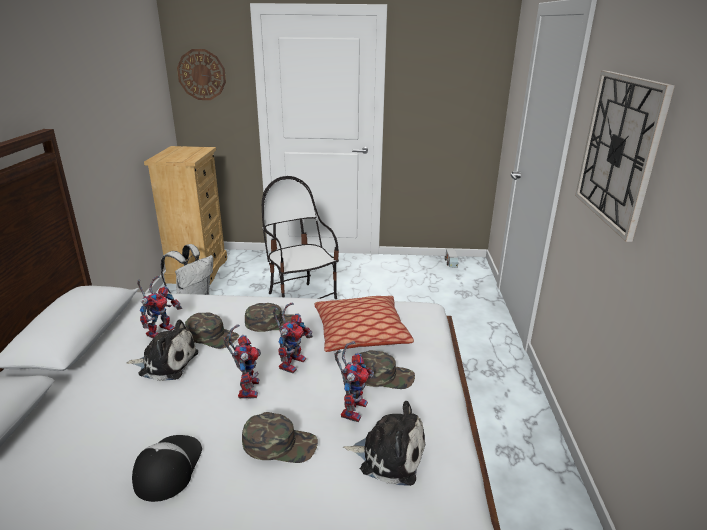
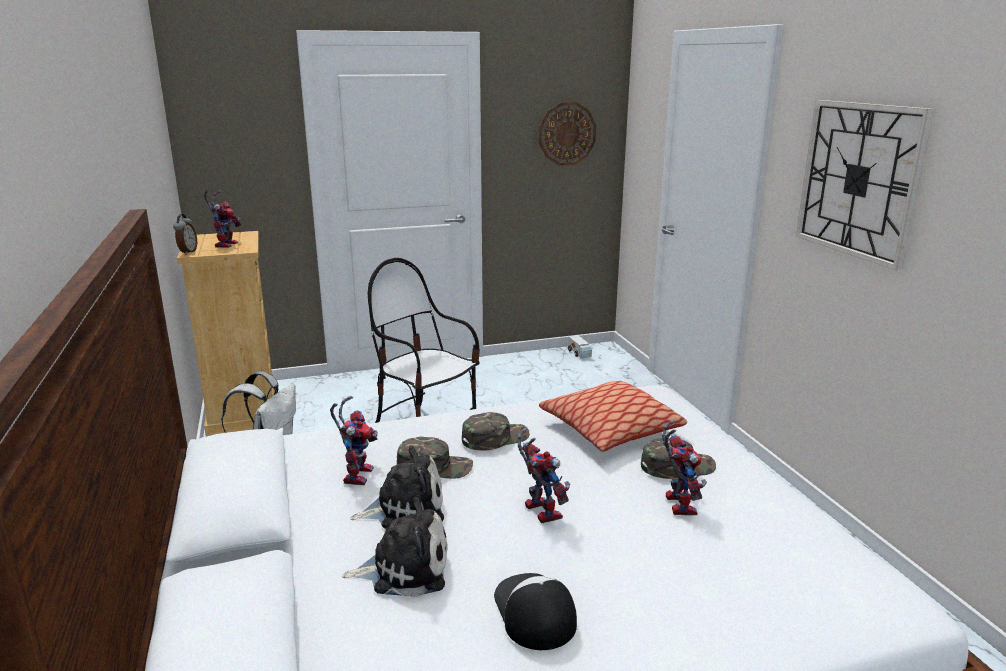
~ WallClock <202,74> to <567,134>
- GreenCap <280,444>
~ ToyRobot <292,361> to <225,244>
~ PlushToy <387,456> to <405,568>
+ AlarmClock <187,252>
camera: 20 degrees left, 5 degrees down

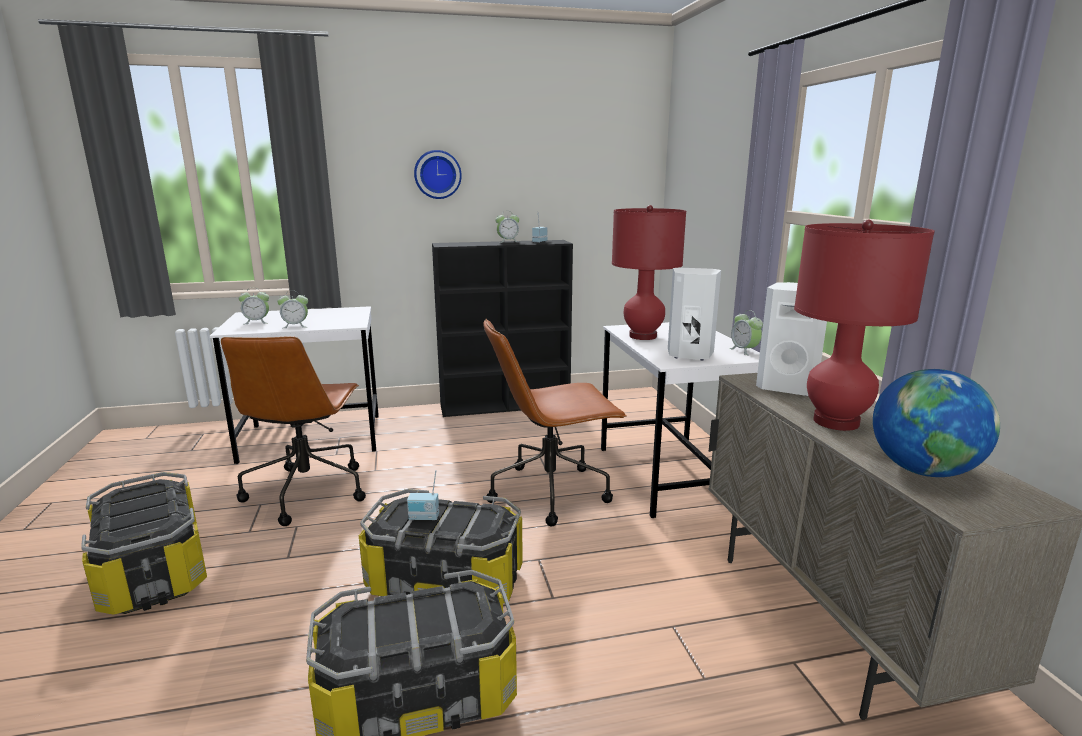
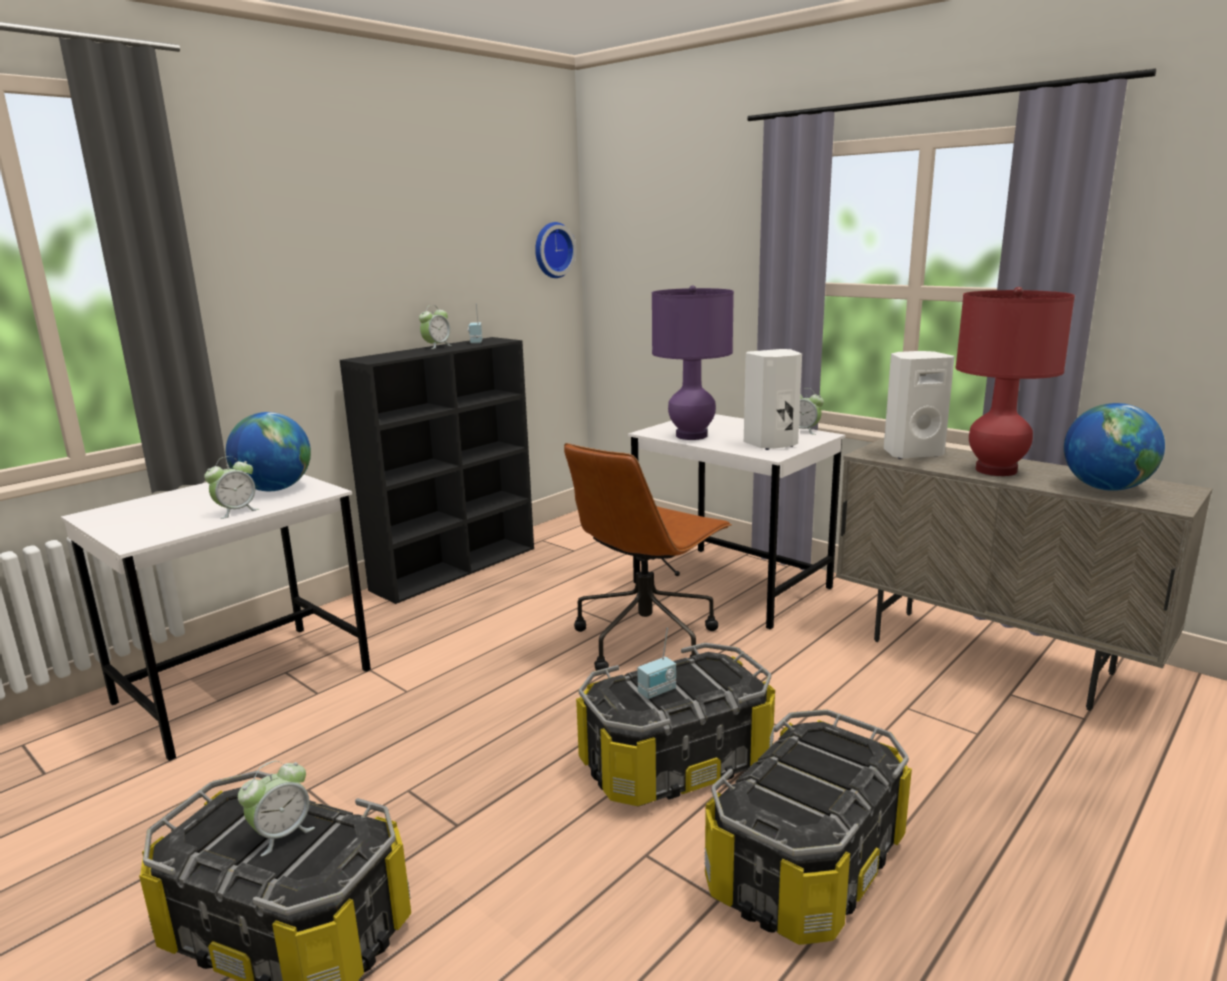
- BrownOfficeChair <307,491>
~ AlarmClock <257,322> to <282,834>
~ WallClock <437,174> to <552,250>
~ RedTableLamp <642,336> to PurpleTableLamp <691,436>
+ Globe <274,489>
camera: 35 degrees left, 0 degrees up

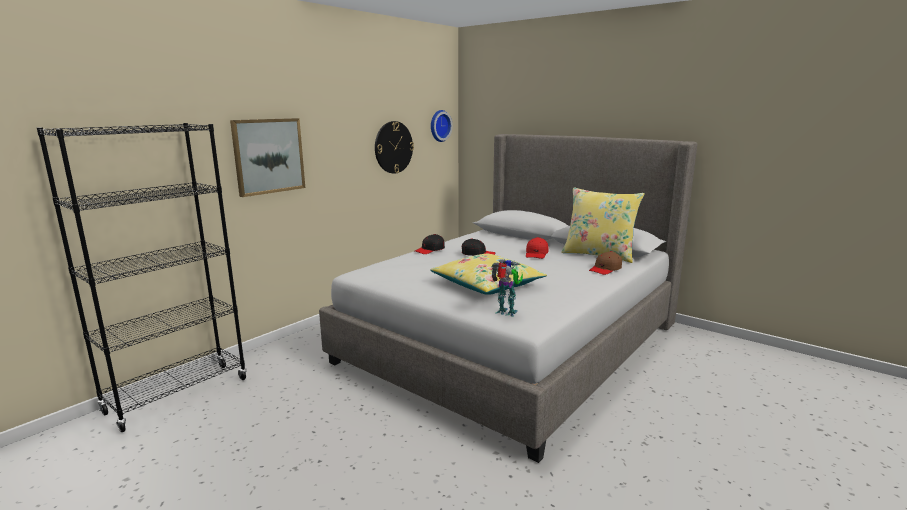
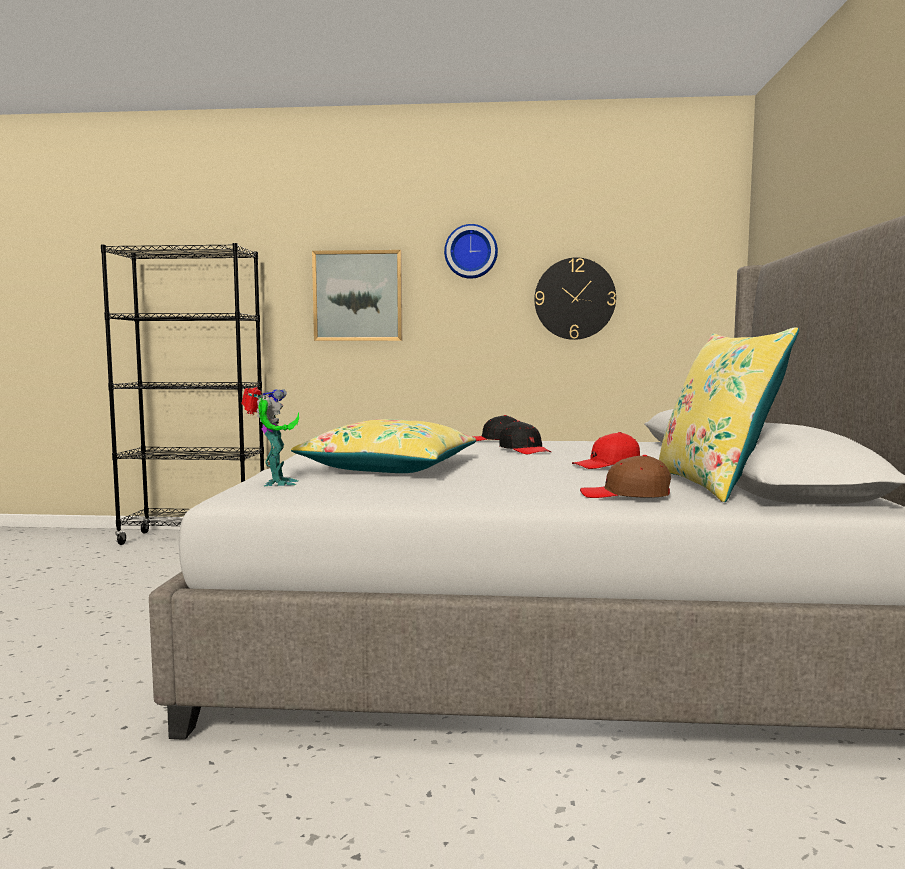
~ WallClock <439,126> to <471,252>
camera: 55 degrees right, 10 degrees down

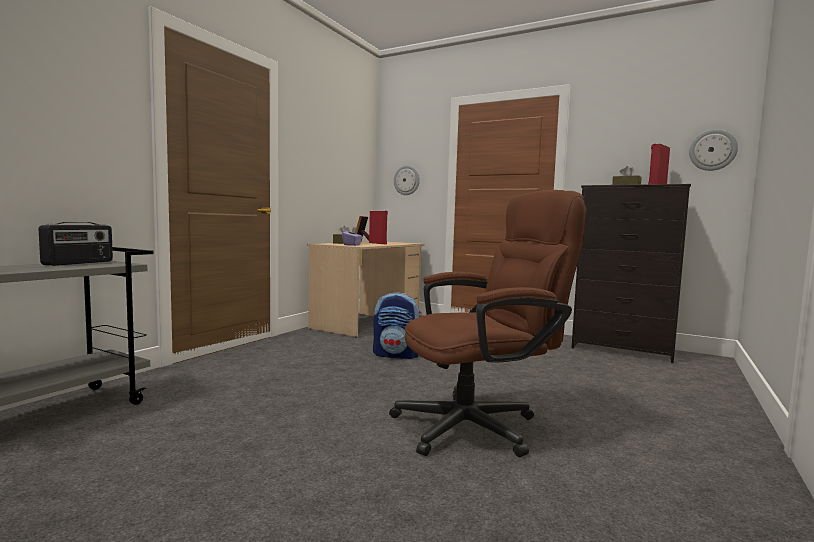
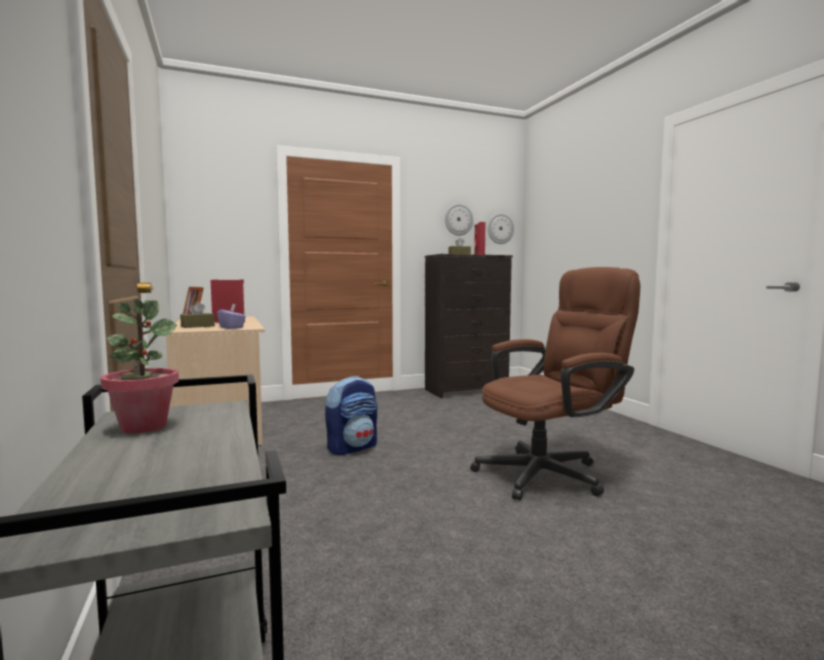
~ Radio <79,263> to PottedPlant <144,426>
~ BrownOfficeChair <479,425> = <550,473> 45 degrees clockwise
~ WallClock <407,180> to <458,219>
camera: 50 degrees left, 0 degrees up

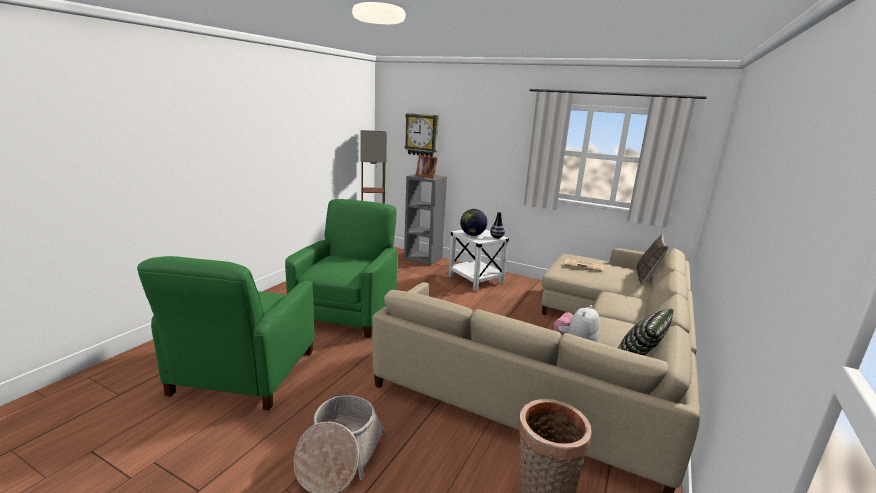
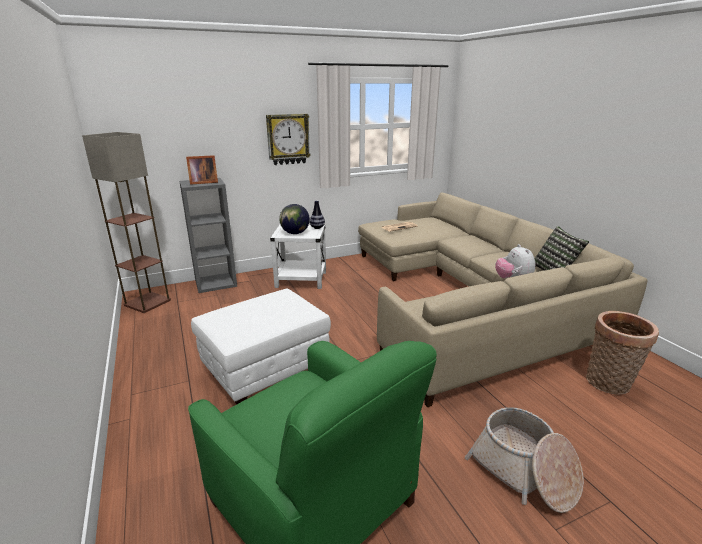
~ GreenArmchair <347,312> to WhiteOttoman <266,372>
~ WallClock <422,135> to <288,139>
- Pillow <647,278>
camera: 50 degrees left, 5 degrees up

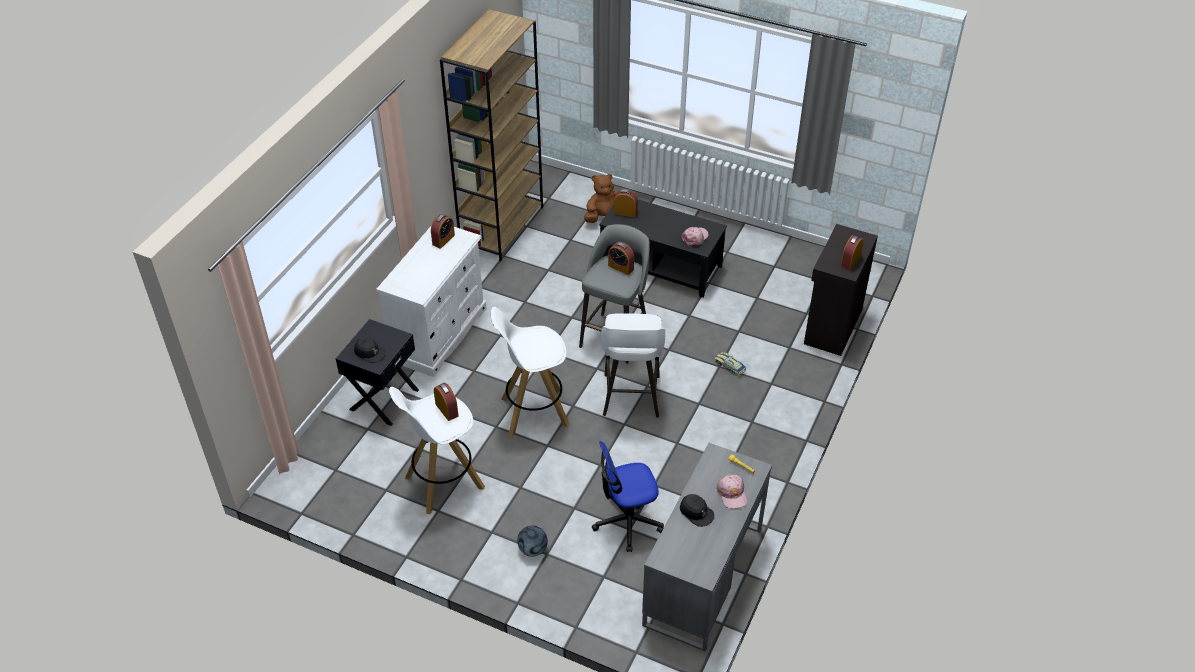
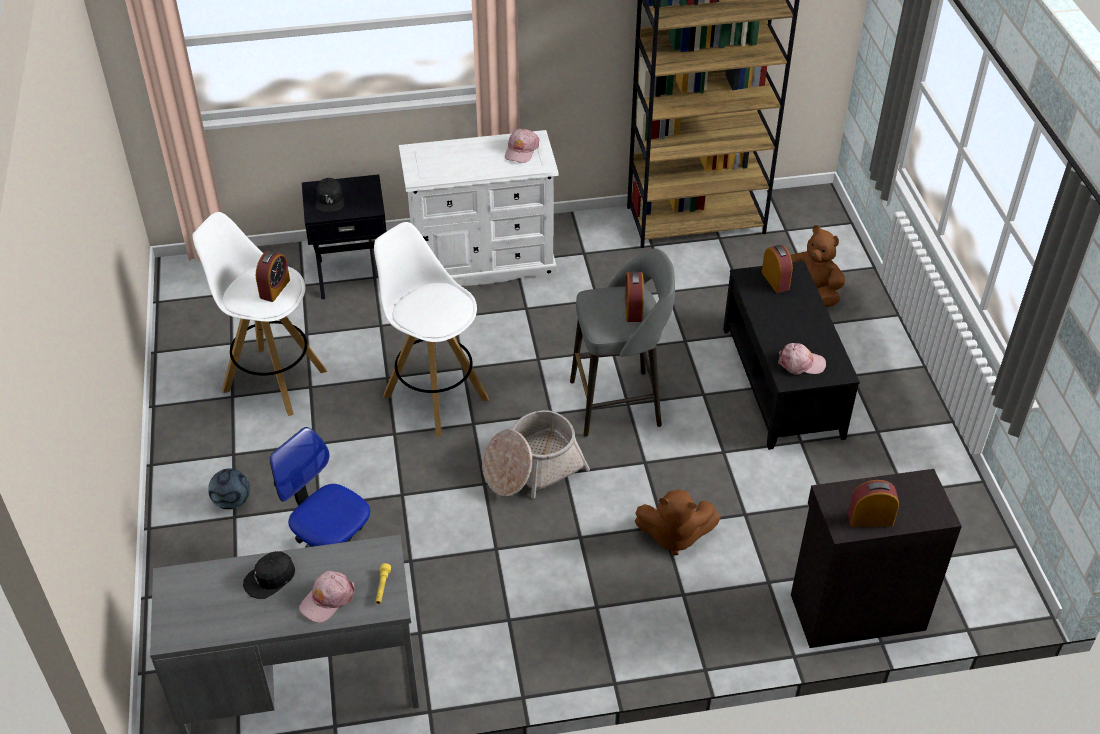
~ AlarmClock <443,240> to PinkCap <521,150>
~ WhiteStool <631,397> to Basket <532,468>
~ BlackCap <696,512> = <270,578> 45 degrees clockwise
~ ToyCar <730,366> to BrownPlushToy <674,536>
camera: 55 degrees right, 0 degrees up

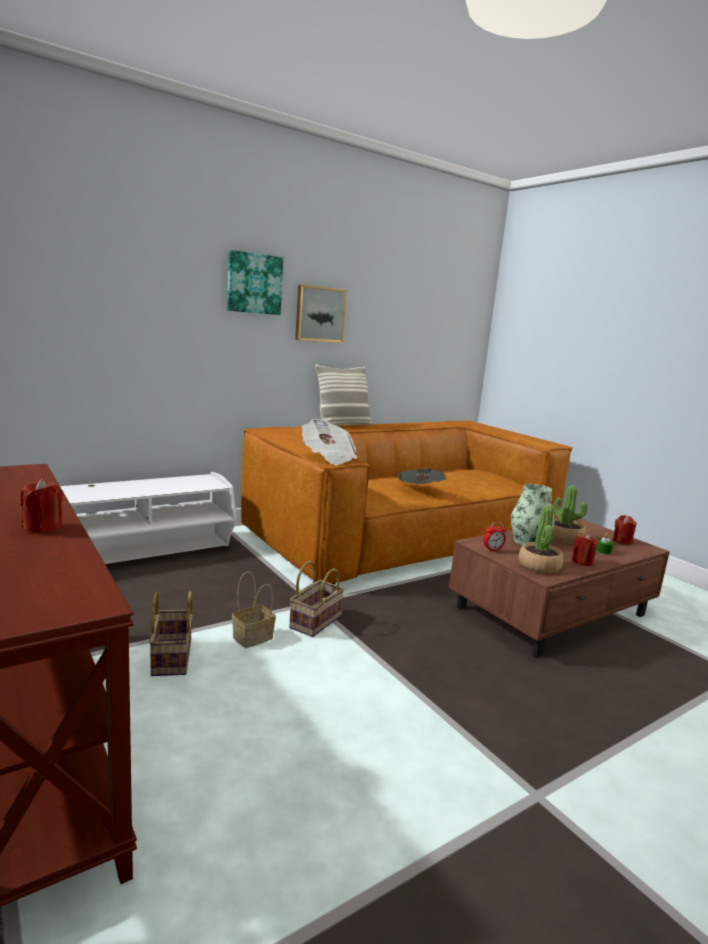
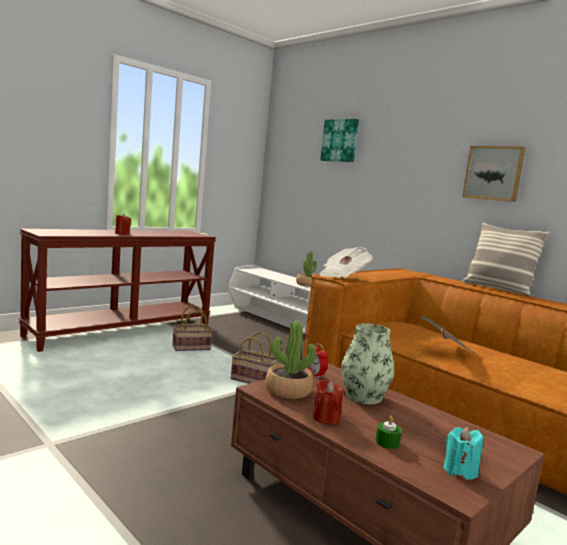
~ Picture <254,283> to <340,140>
- Basket <252,638>
~ PottedPlant <564,538> to <307,284>
~ RedCandle <622,541> to TurquoiseCandle <459,471>
camera: 80 degrees right, 5 degrees down

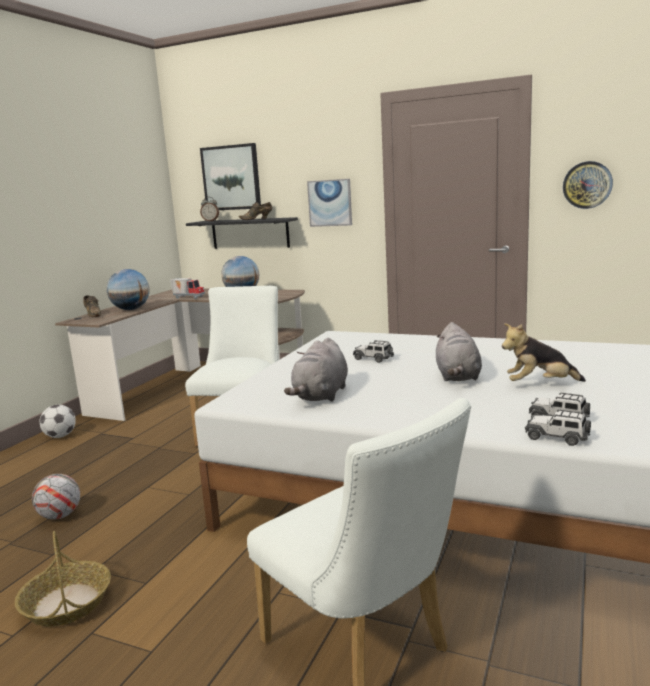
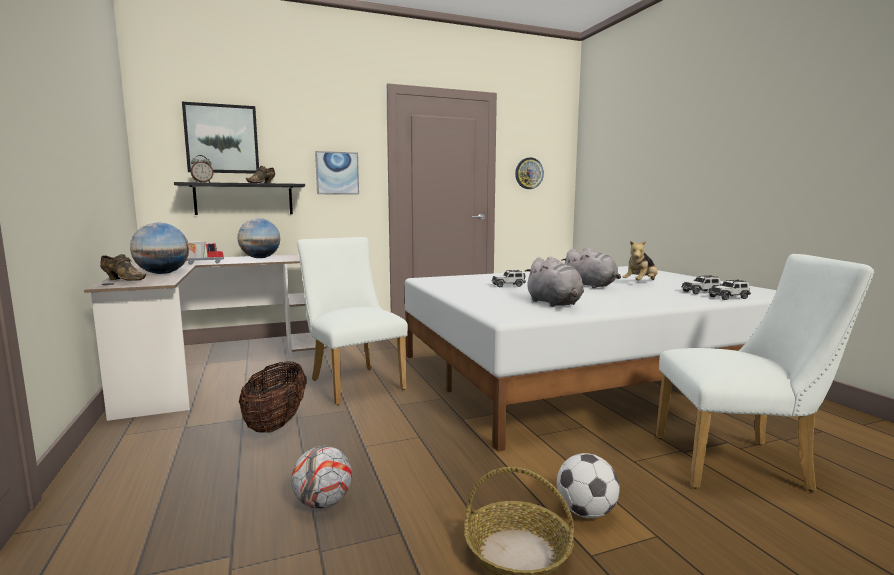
~ Football <60,436> to <586,512>
+ Basket <276,423>
camera: 45 degrees left, 5 degrees down

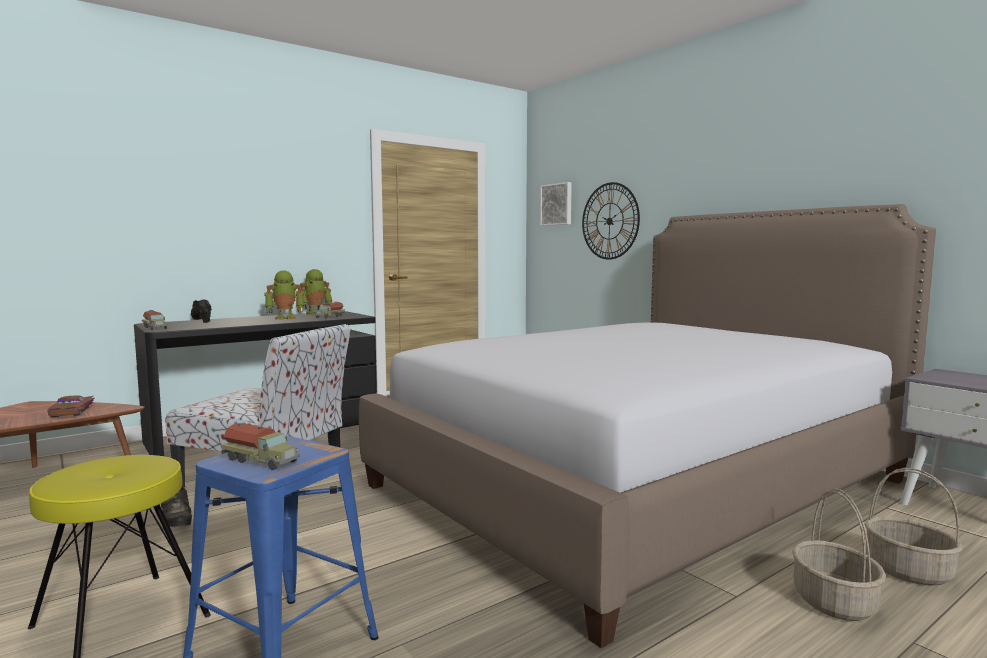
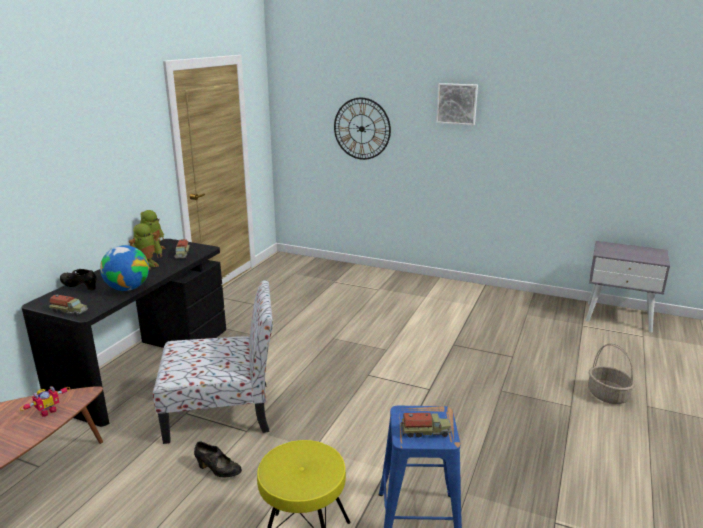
~ BrownToyCar <74,411> to ToyRobot <47,411>
- Bed <640,483>
~ Picture <557,204> to <457,103>
- Basket <909,571>
+ Globe <128,288>
camera: 30 degrees left, 15 degrees up

